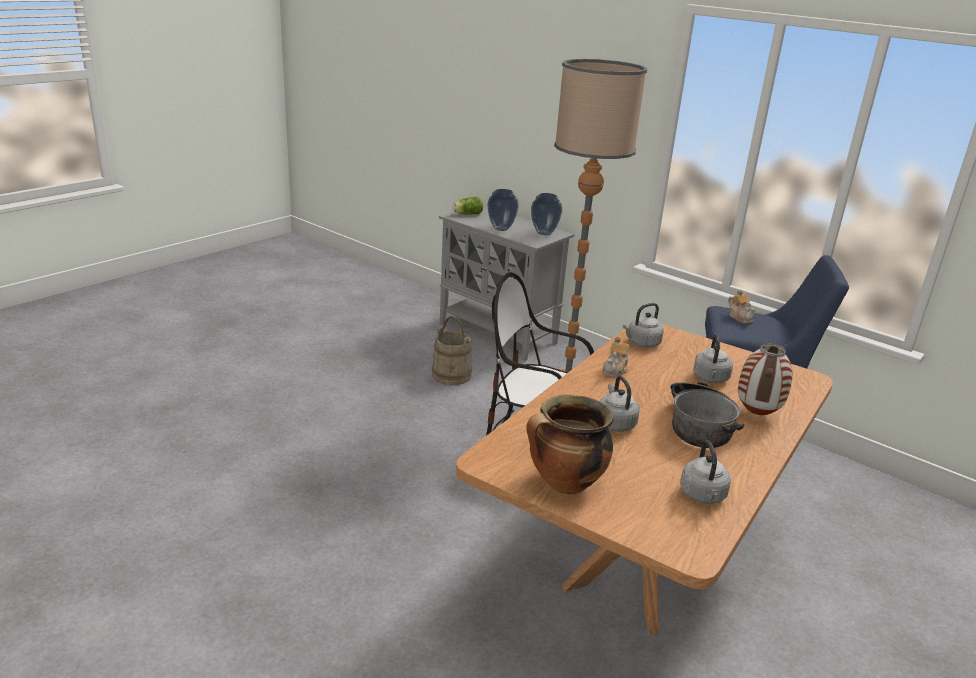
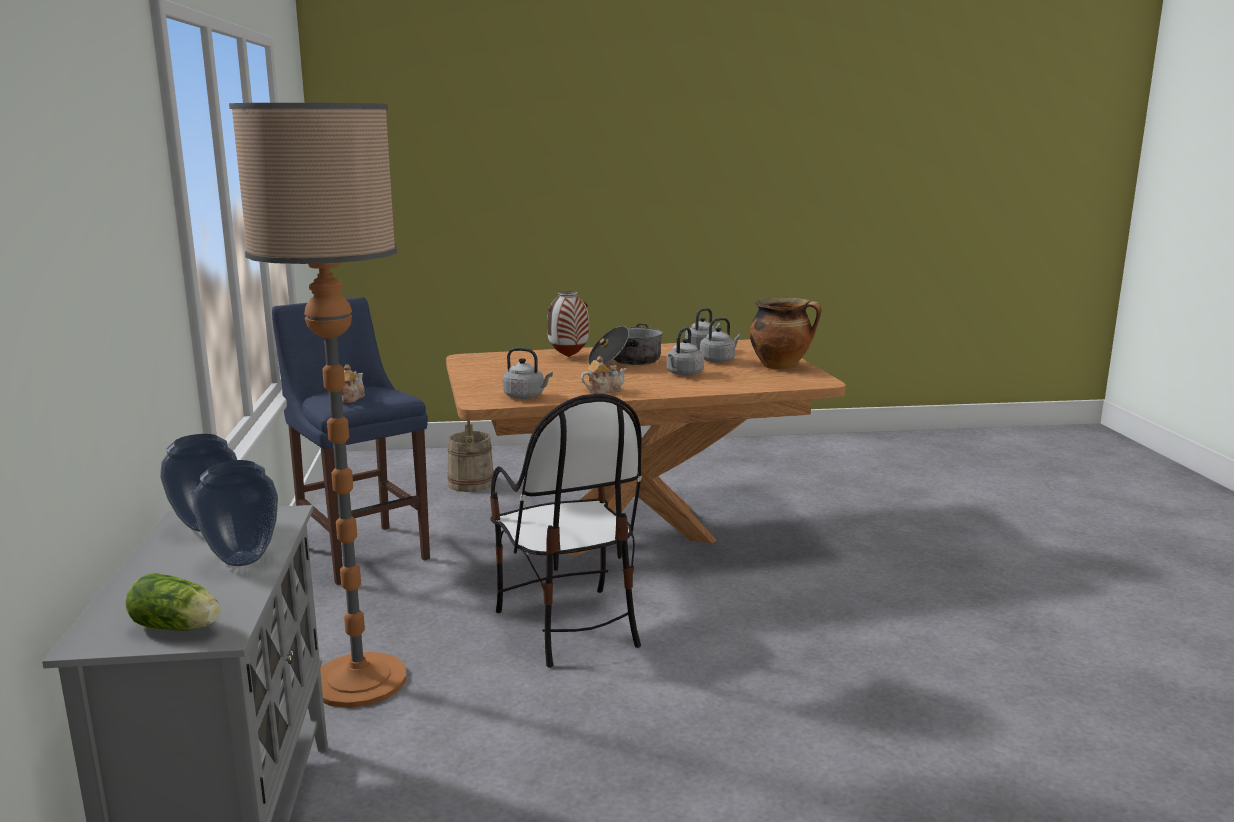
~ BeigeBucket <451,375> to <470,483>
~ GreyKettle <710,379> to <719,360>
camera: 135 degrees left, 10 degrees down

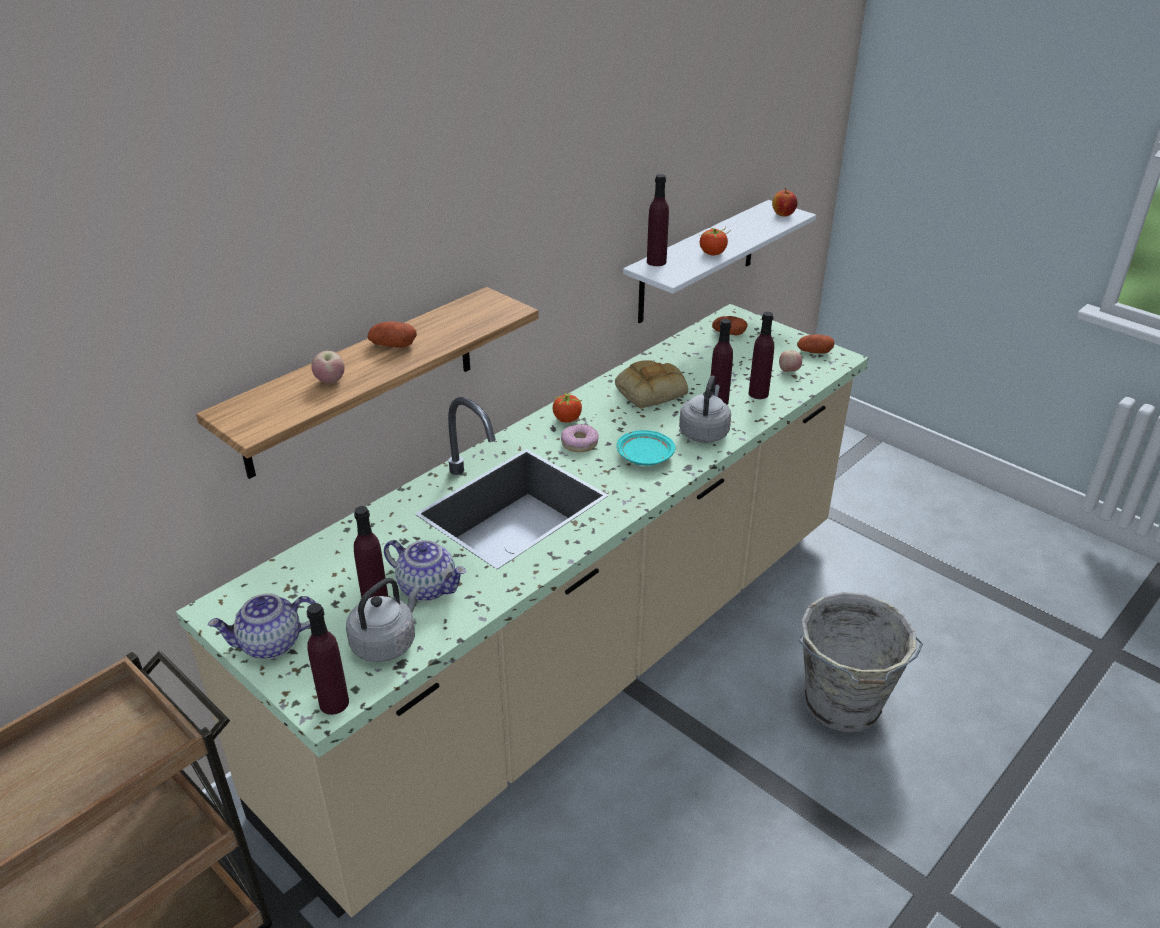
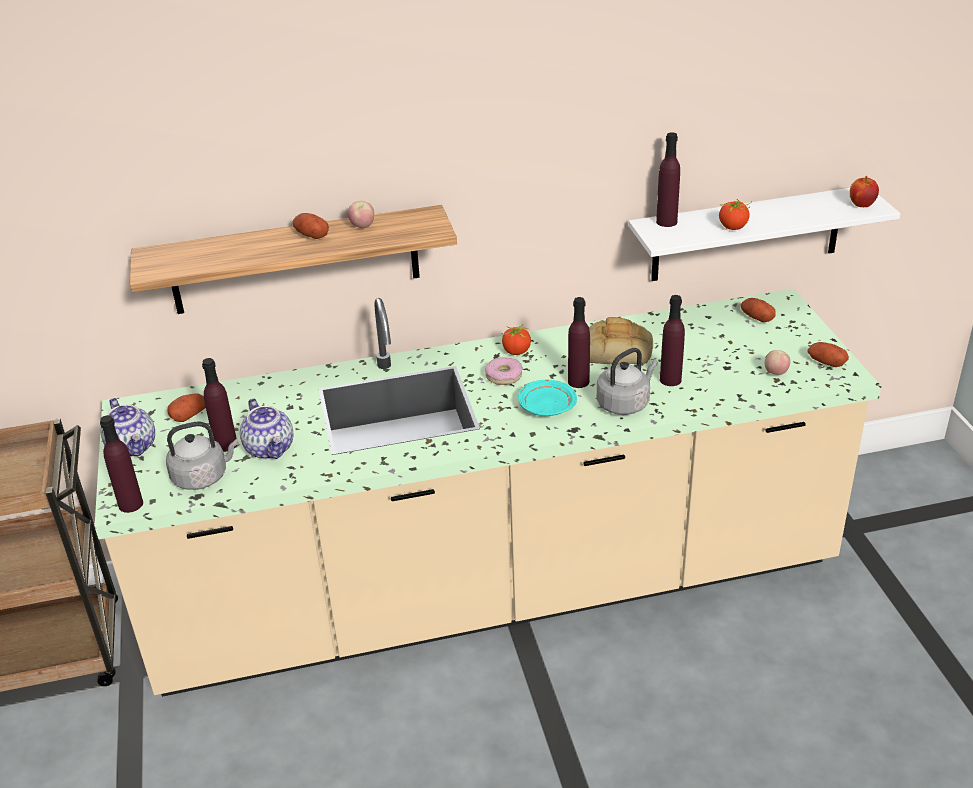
~ Teapot <270,644> = <133,447> 135 degrees counterclockwise
~ Apple <330,381> to <362,226>
~ PurpleBottle <758,393> to <578,381>
- GreyBucket <842,706>
+ Potato <189,415>
camera: 35 degrees right, 0 degrees up

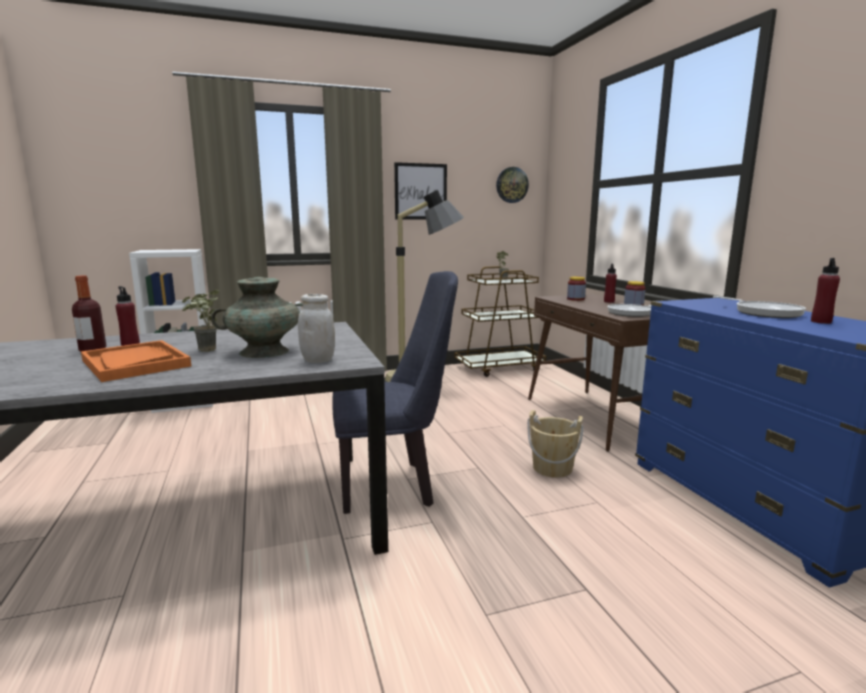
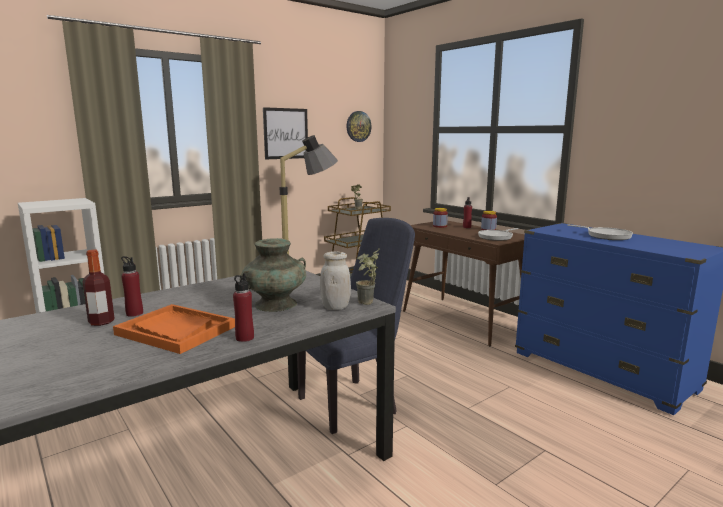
~ PottedPlant <205,351> to <367,304>
- BeigeBucket <552,468>
~ RedBottle <821,322> to <244,338>
camera: 20 degrees left, 0 degrees up

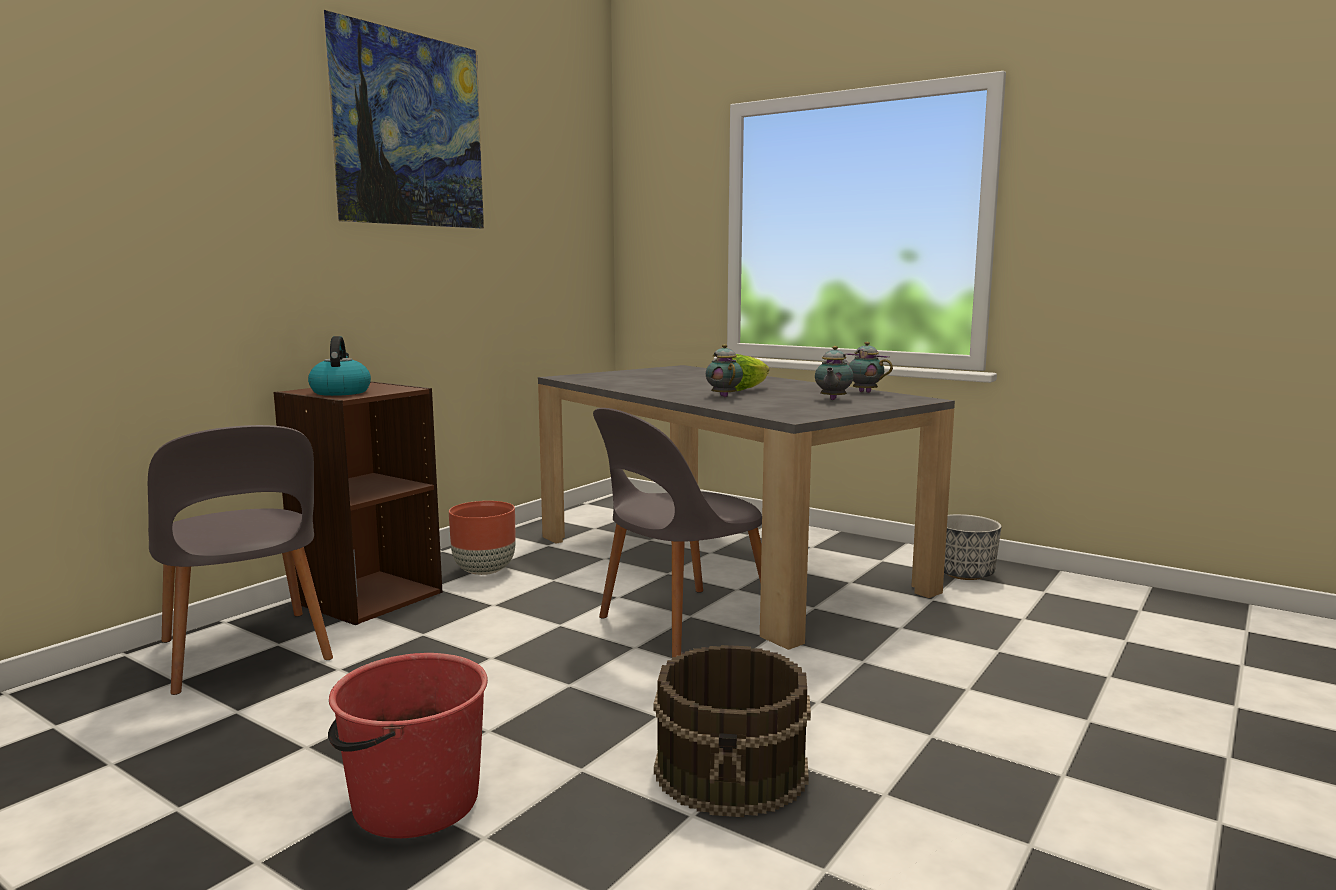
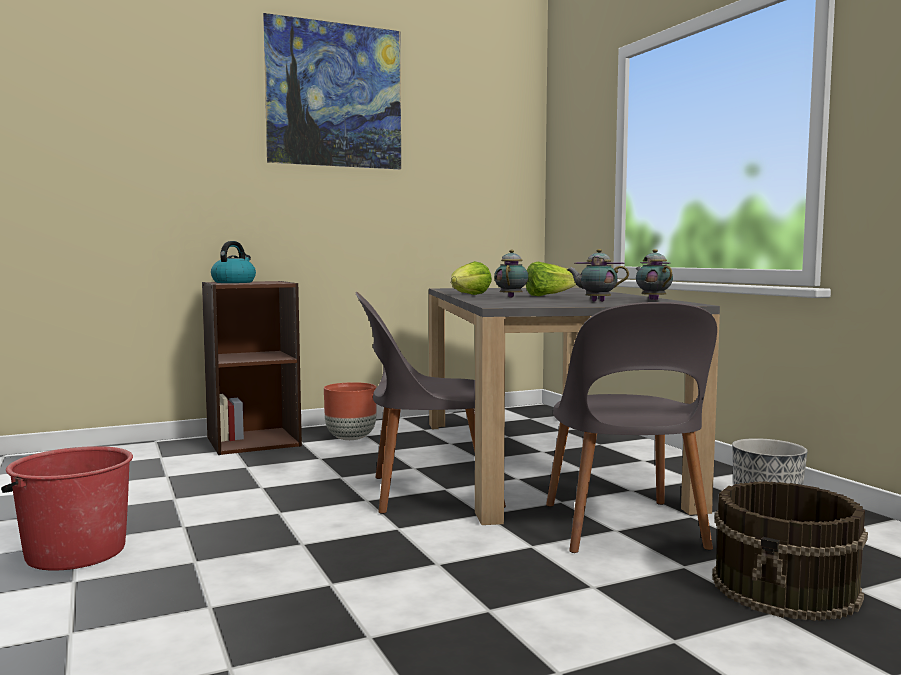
~ GreyChair <245,654> to <623,529>
~ BrownBucket <733,769> to <787,588>
~ Teapot <832,399> = <596,301> 60 degrees clockwise
+ Lettuce <469,295>
camera: 30 degrees right, 5 degrees down

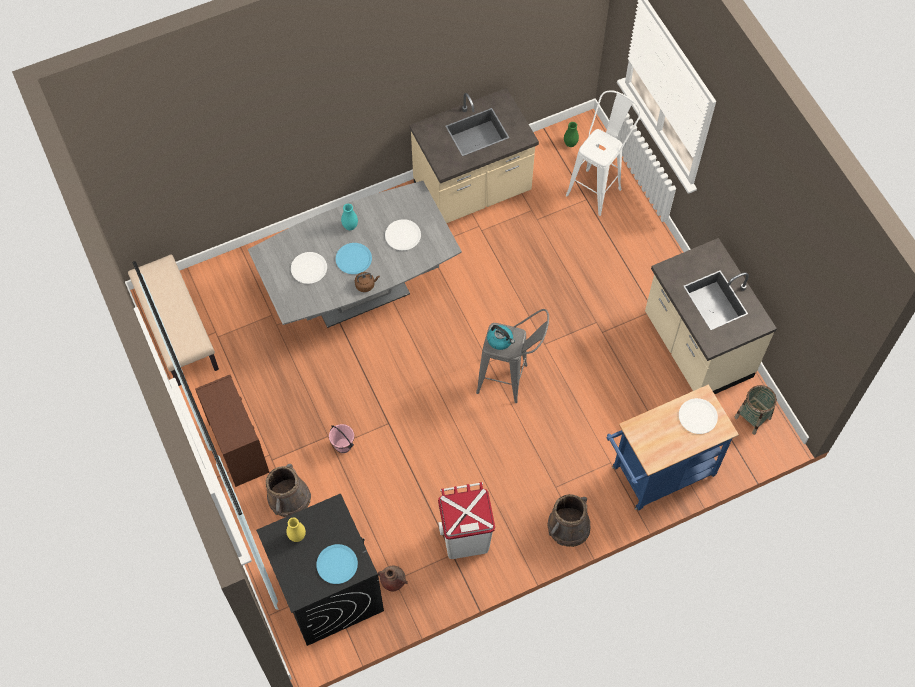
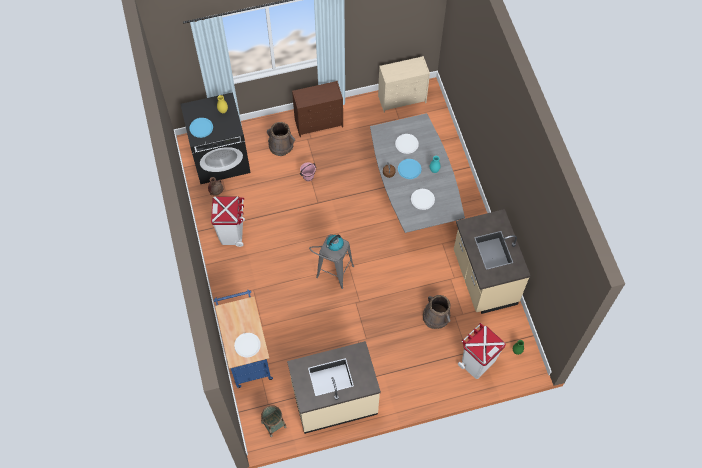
~ BeigeBench <177,331> to BeigeDresser <402,99>
~ BrownBucket <568,526> to <436,316>
~ WhiteStool <598,186> to WhiteTrashCan <477,363>
camera: 100 degrees right, 0 degrees up

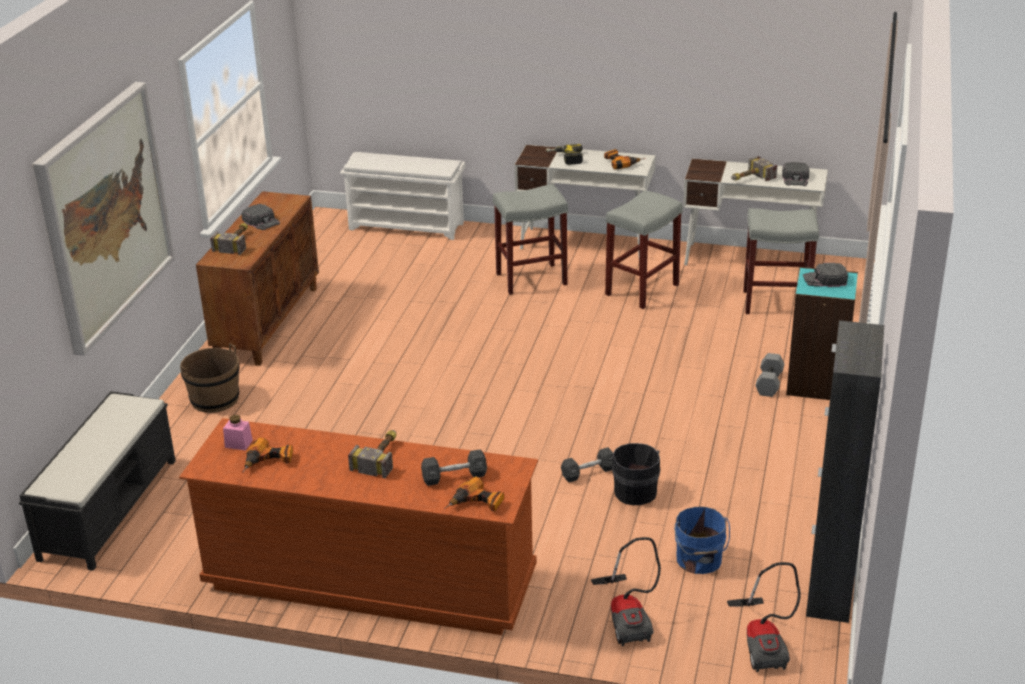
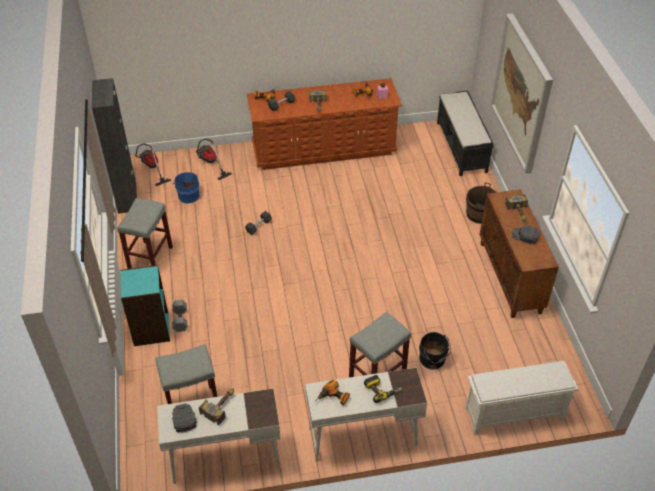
~ GreyStool <642,290> to <150,257>
~ BlackBucket <634,491> to <433,360>
- BlackCap <825,279>
camera: 155 degrees right, 15 degrees up

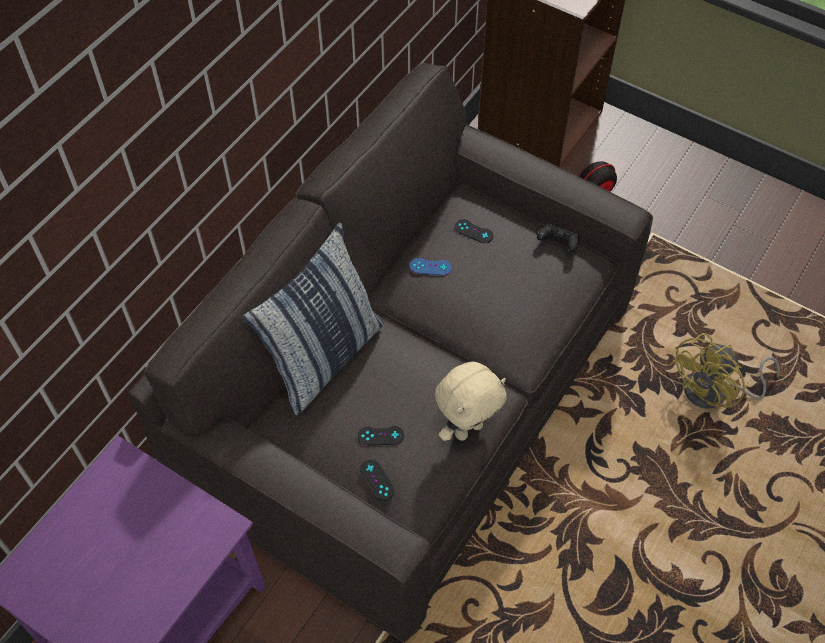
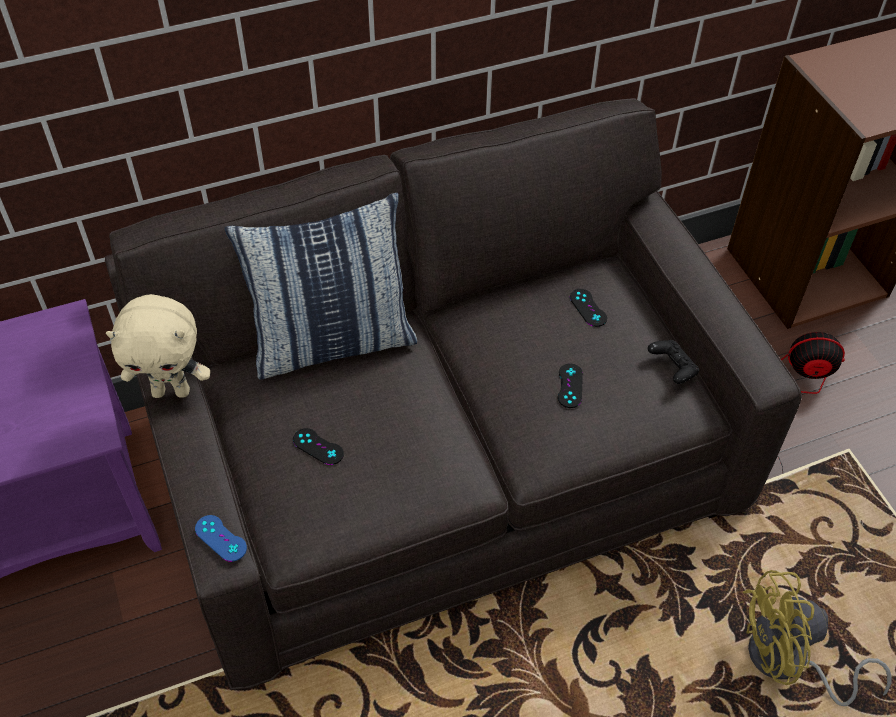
~ BlackGameController <377,480> to <570,386>
~ BlueGameController <430,267> to <221,538>
~ BeigePlushToy <467,429> to <172,391>
camera: 35 degrees right, 5 degrees down

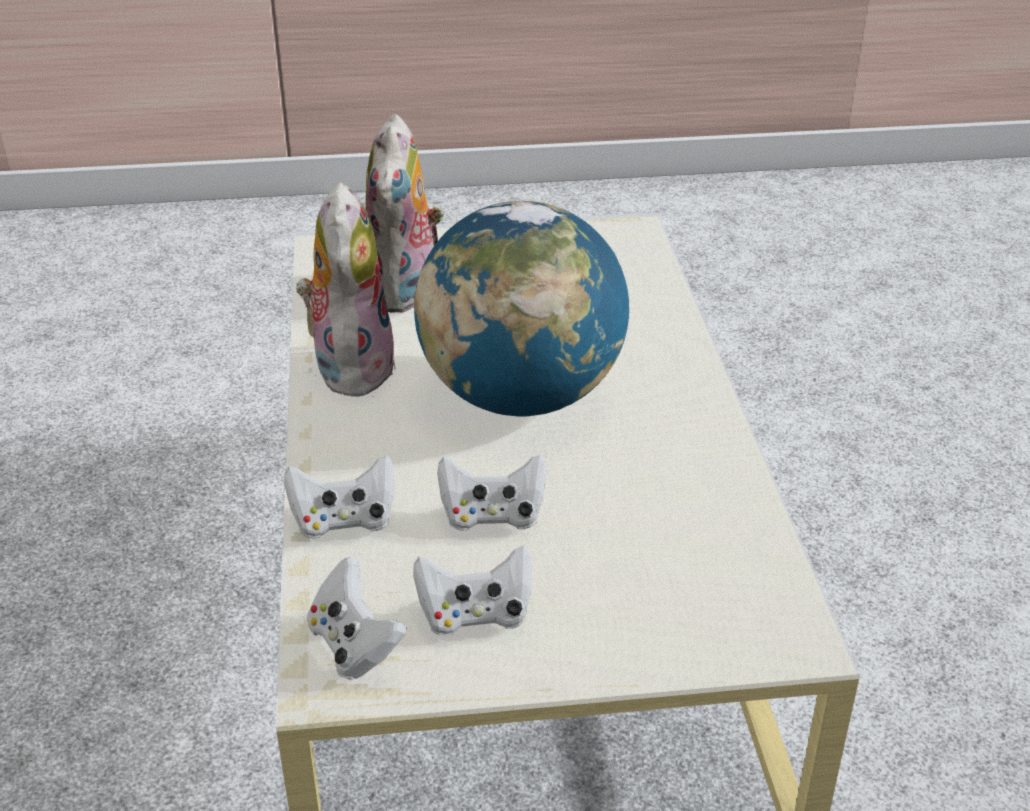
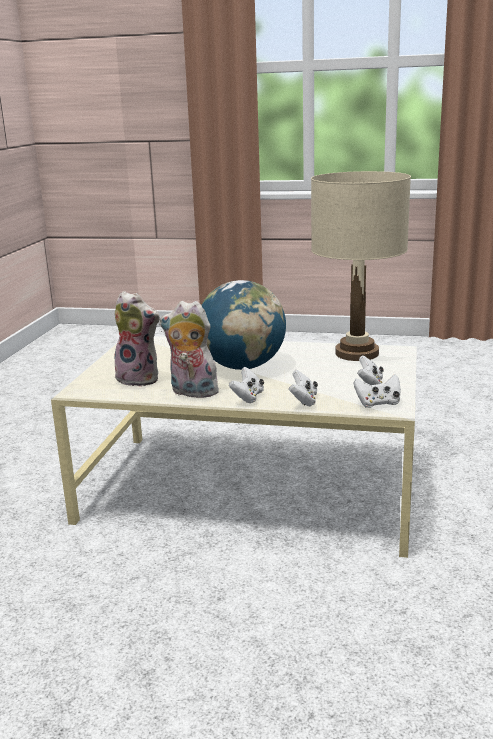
~ WhiteGameController <492,516> to <248,397>
+ BeigeTableLamp <357,353>
camera: 70 degrees left, 15 degrees down

